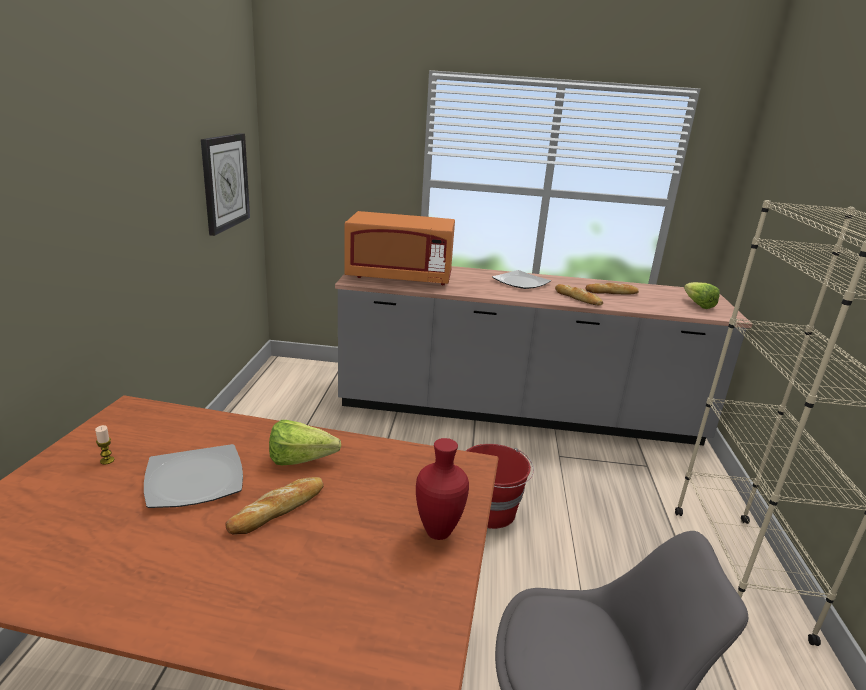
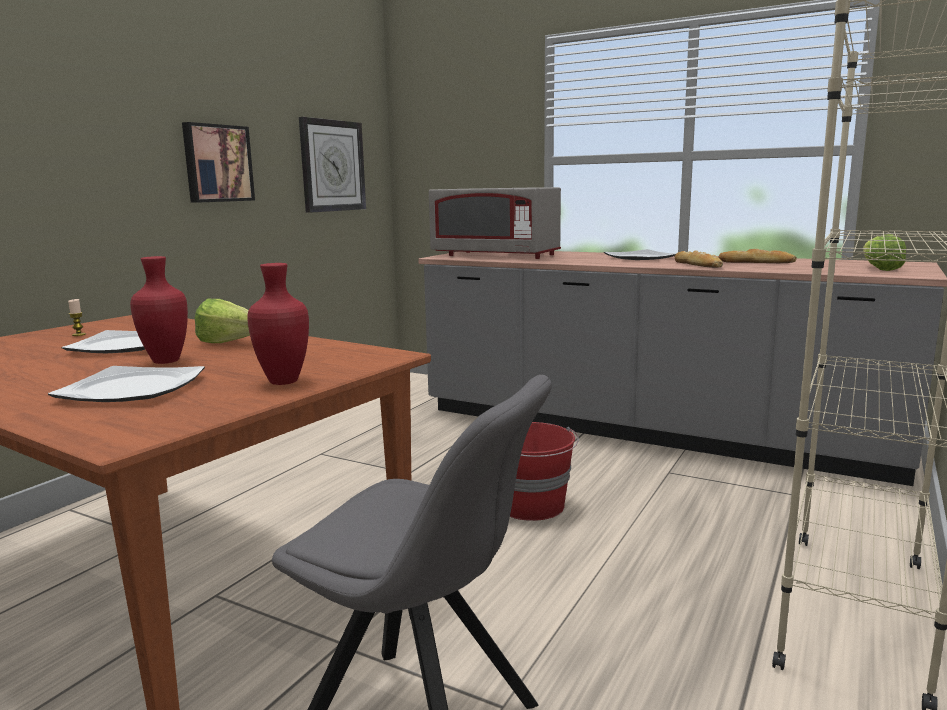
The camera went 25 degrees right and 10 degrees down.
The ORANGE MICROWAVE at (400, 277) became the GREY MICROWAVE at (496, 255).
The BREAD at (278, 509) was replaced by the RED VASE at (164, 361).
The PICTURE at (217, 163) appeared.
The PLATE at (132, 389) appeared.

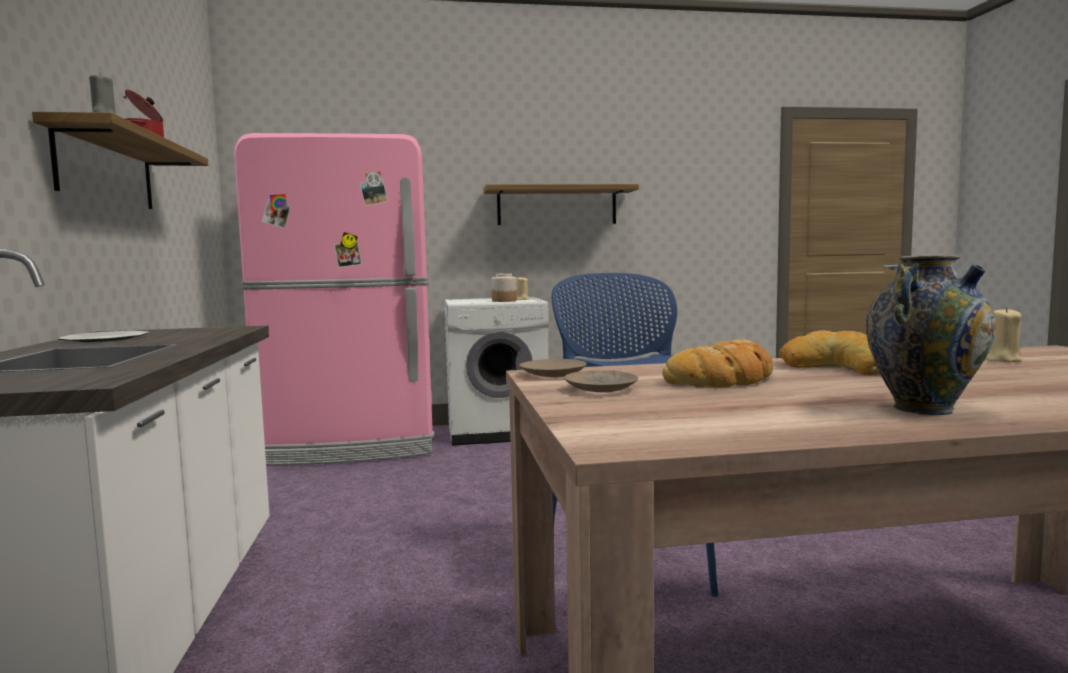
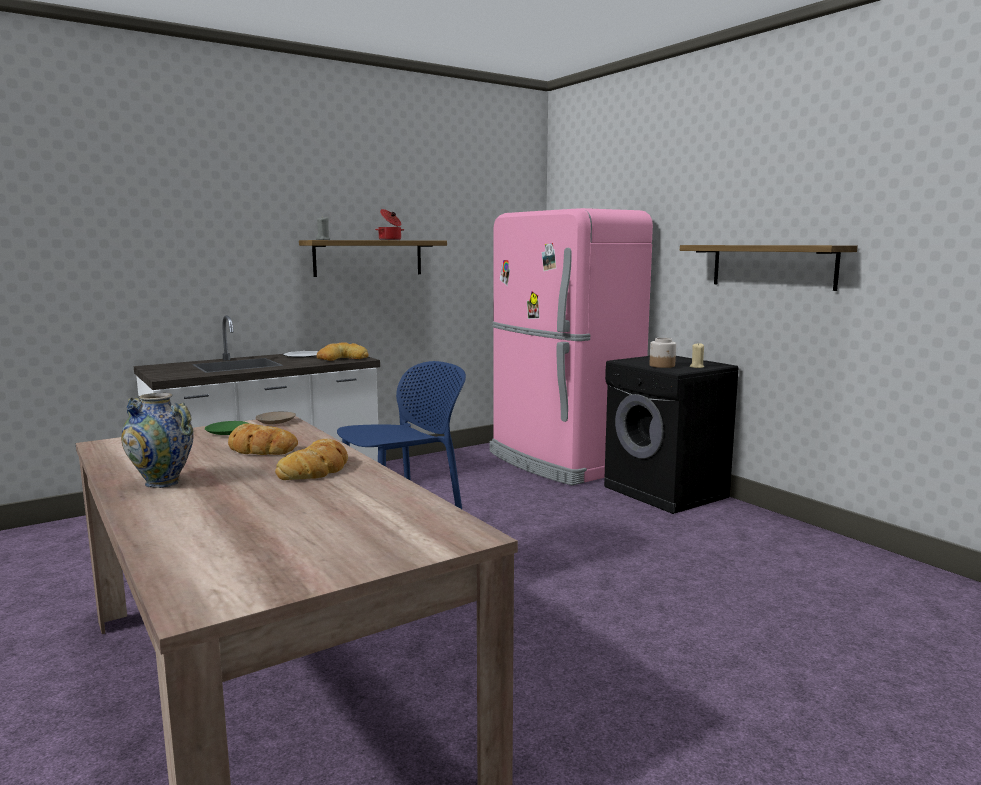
The camera went 65 degrees right and 5 degrees up.
The WHITE WASHING MACHINE at (497, 432) became the BLACK WASHING MACHINE at (663, 493).
The BEIGE CANDLE at (1003, 360) disappeared.
The BEIGE PLATE at (601, 389) became the GREEN PLATE at (228, 432).
The BREAD at (342, 358) appeared.

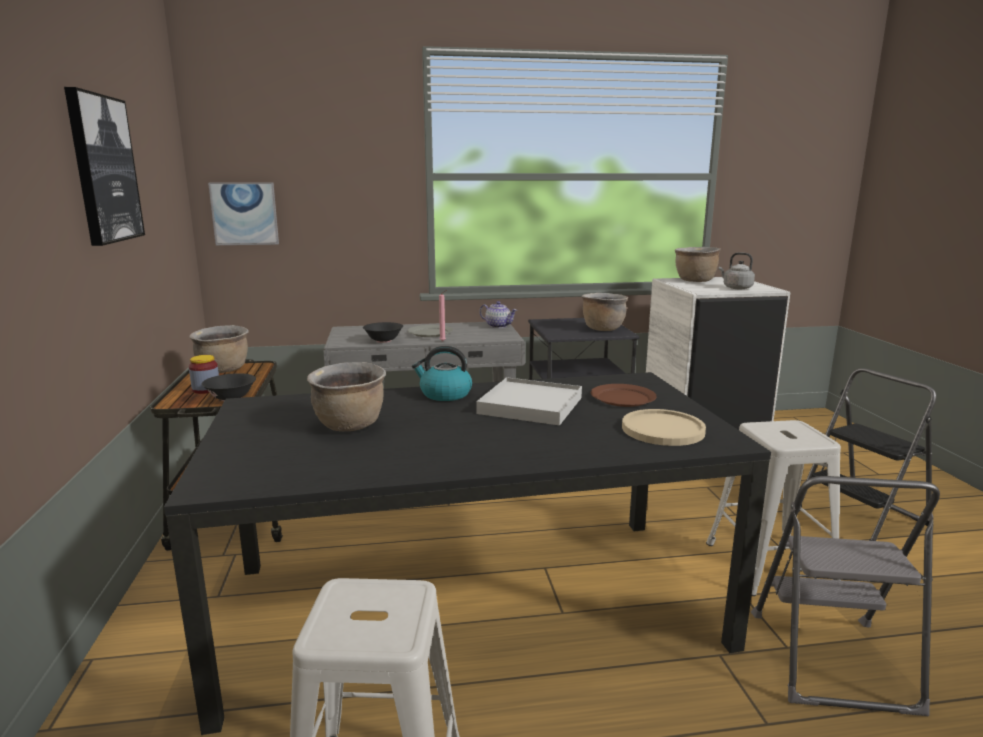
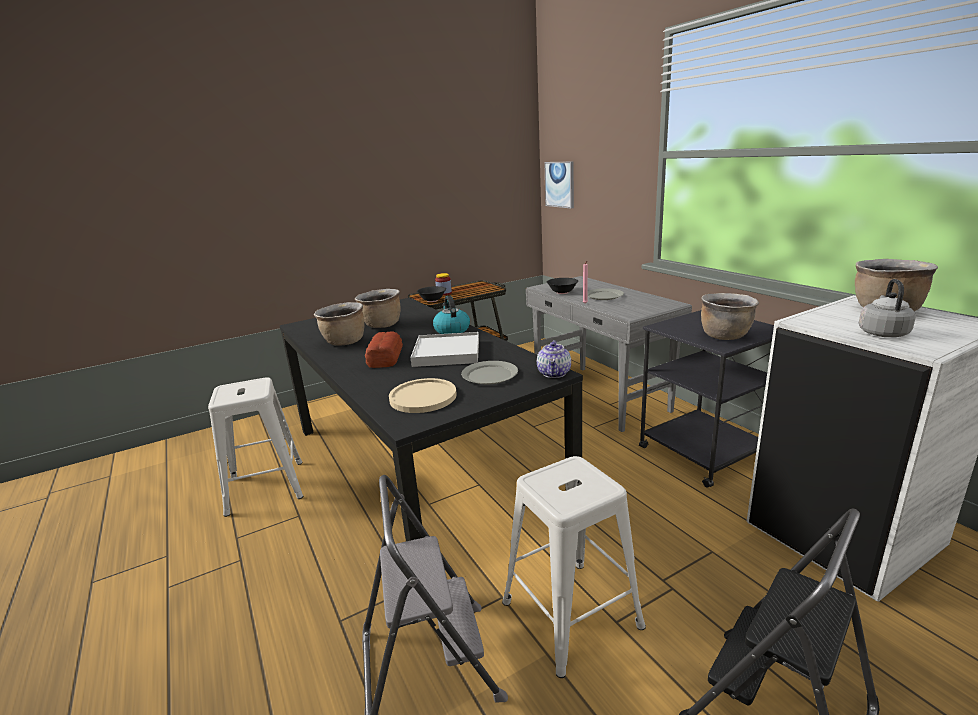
The camera went 70 degrees right and 5 degrees up.
The PICTURE at (104, 169) disappeared.
The TEAPOT moved from (498, 326) to (554, 373).
The BROWN COOKING POT moved from (224, 370) to (344, 342).
The BROWN PLATE at (623, 398) became the GREY PLATE at (489, 375).
The BREAD at (384, 358) appeared.

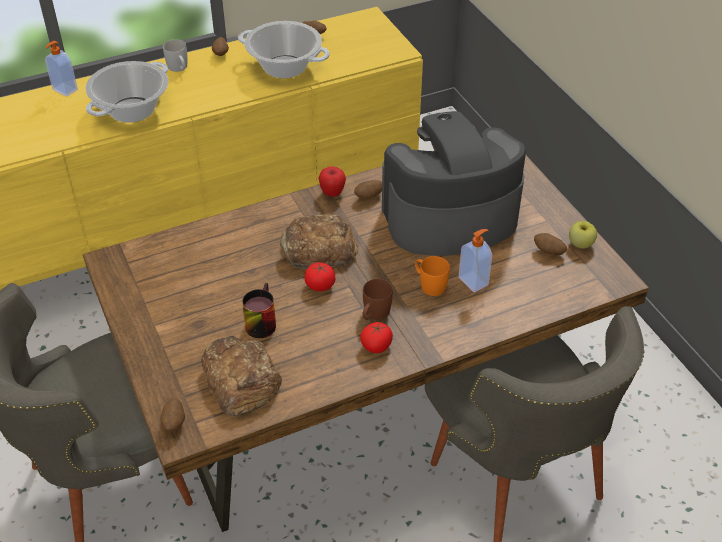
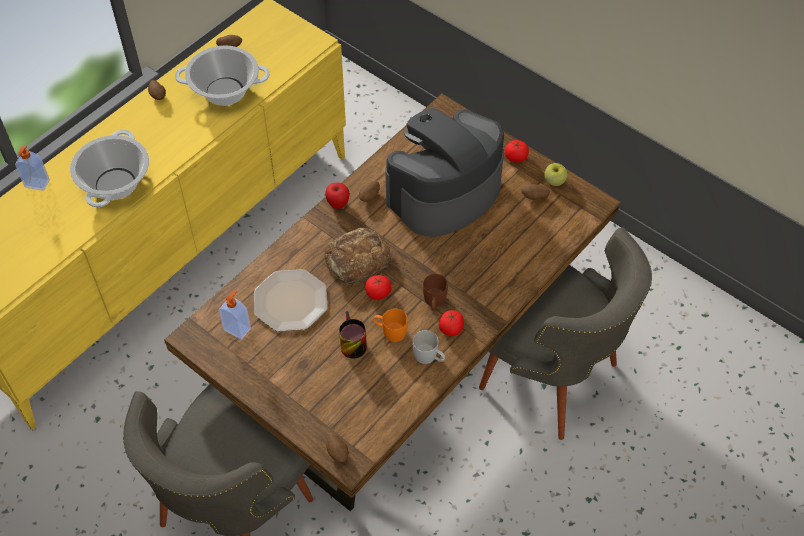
The camera went 25 degrees left and 10 degrees up.
The WHITE MUG moved from (179, 69) to (429, 357).
The SOAP DISPENSER moved from (474, 281) to (237, 328).
The ORANGE MUG moved from (429, 284) to (390, 331).
The BREAD at (241, 380) disappeared.
The TOMATO at (515, 157) appeared.
The PLATE at (290, 301) appeared.

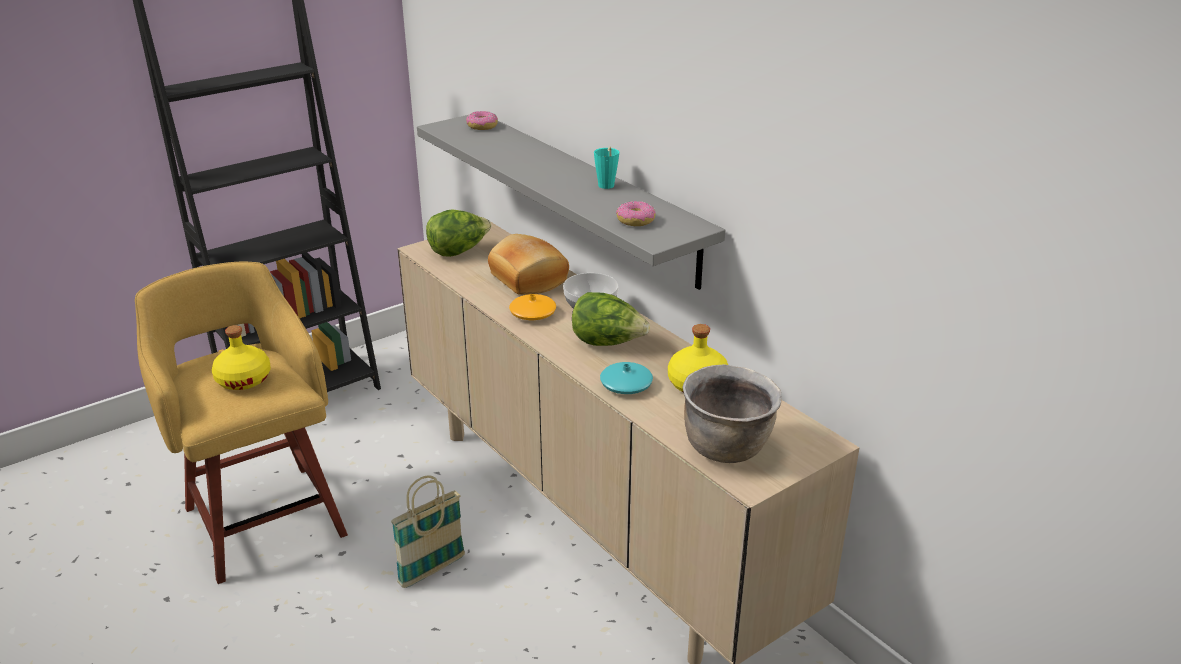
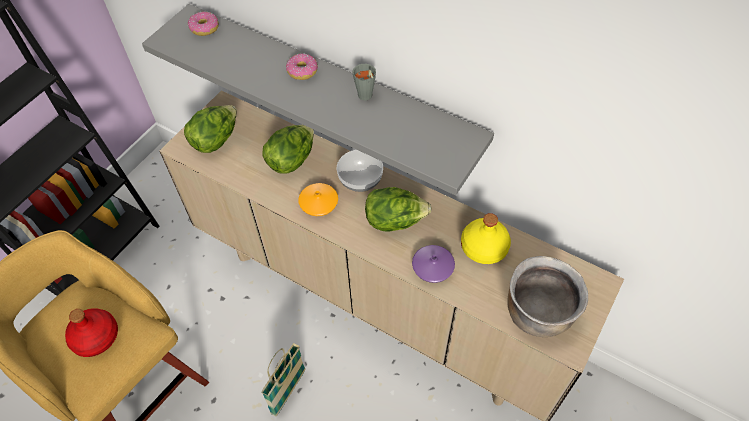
The camera went 20 degrees left and 25 degrees up.
The TURQUOISE CUP at (605, 187) became the GREY CUP at (365, 97).
The DONUT moved from (636, 221) to (302, 71).
The BREAD at (527, 279) was replaced by the LETTUCE at (292, 160).
The YELLOW BOTTLE at (244, 379) became the RED BOTTLE at (96, 337).
The TURQUOISE VASE at (626, 385) became the PURPLE VASE at (433, 267).

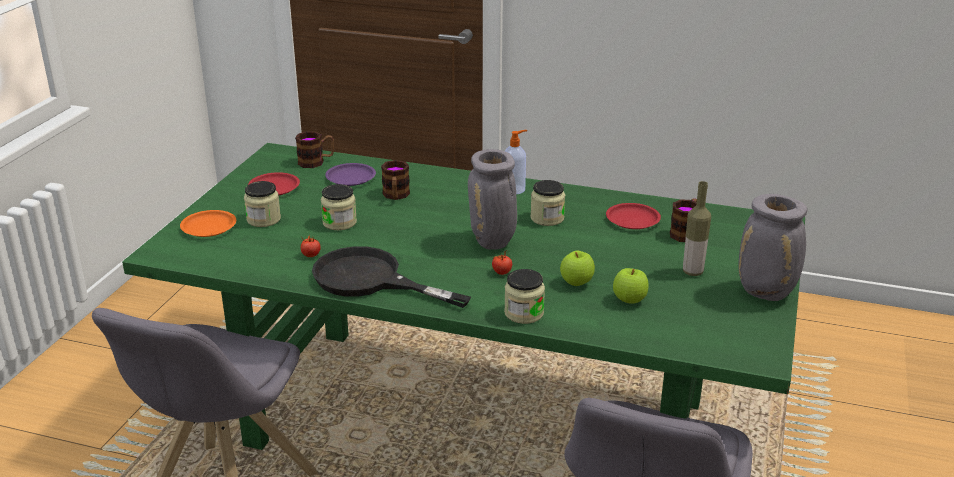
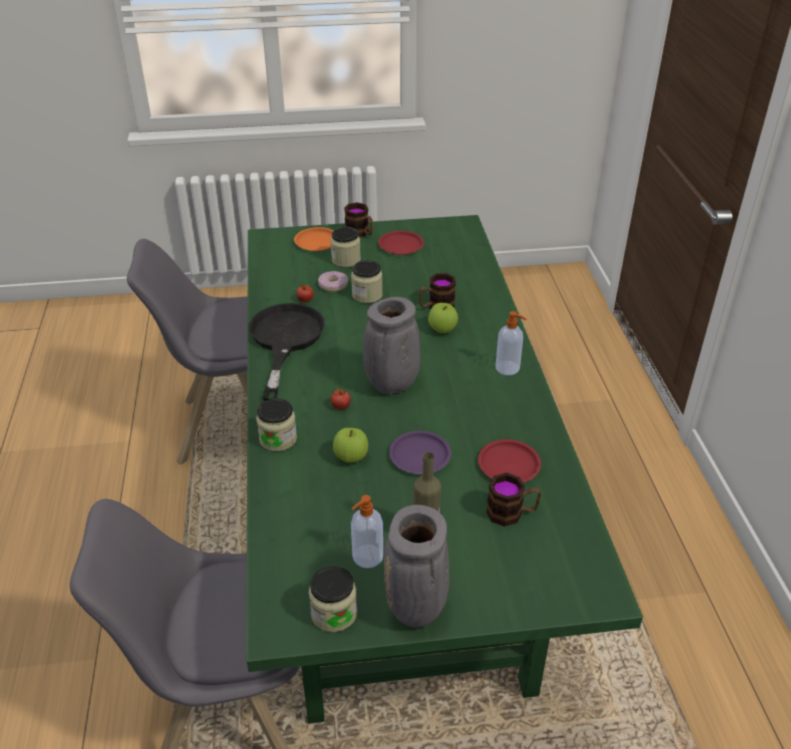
The camera went 65 degrees right and 10 degrees up.
The MUG moved from (316, 162) to (360, 233).
The PURPLE PLATE moved from (350, 178) to (419, 456).
The JAR moved from (547, 218) to (334, 613).
The APPLE moved from (629, 300) to (442, 330).
The DONUT at (333, 285) appeared.
The SOAP DISPENSER at (366, 557) appeared.

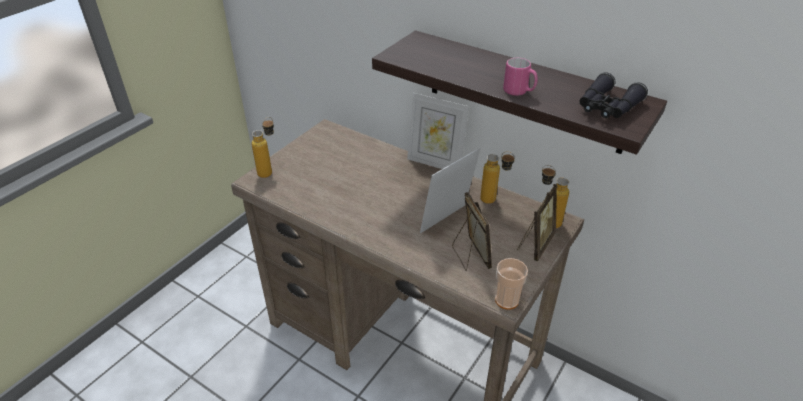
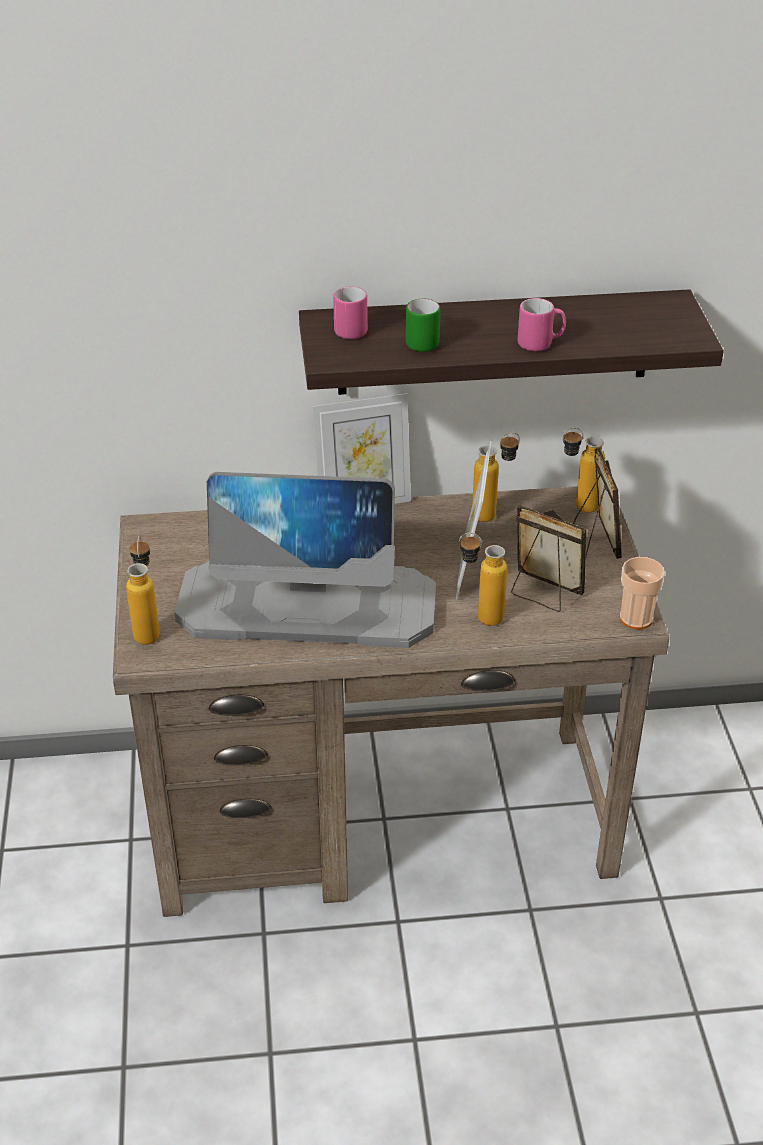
The camera went 40 degrees left and 0 degrees up.
The BLACK BINOCULARS at (607, 107) disappeared.
The PINK MUG at (349, 329) appeared.
The GREEN MUG at (419, 341) appeared.
The MONITOR at (309, 606) appeared.
The BOTTLE at (479, 617) appeared.

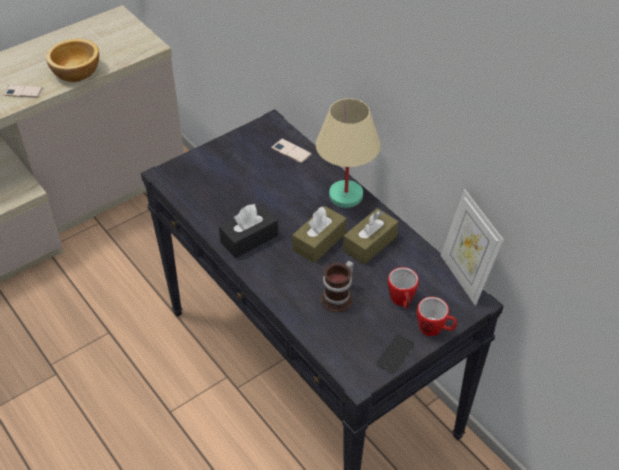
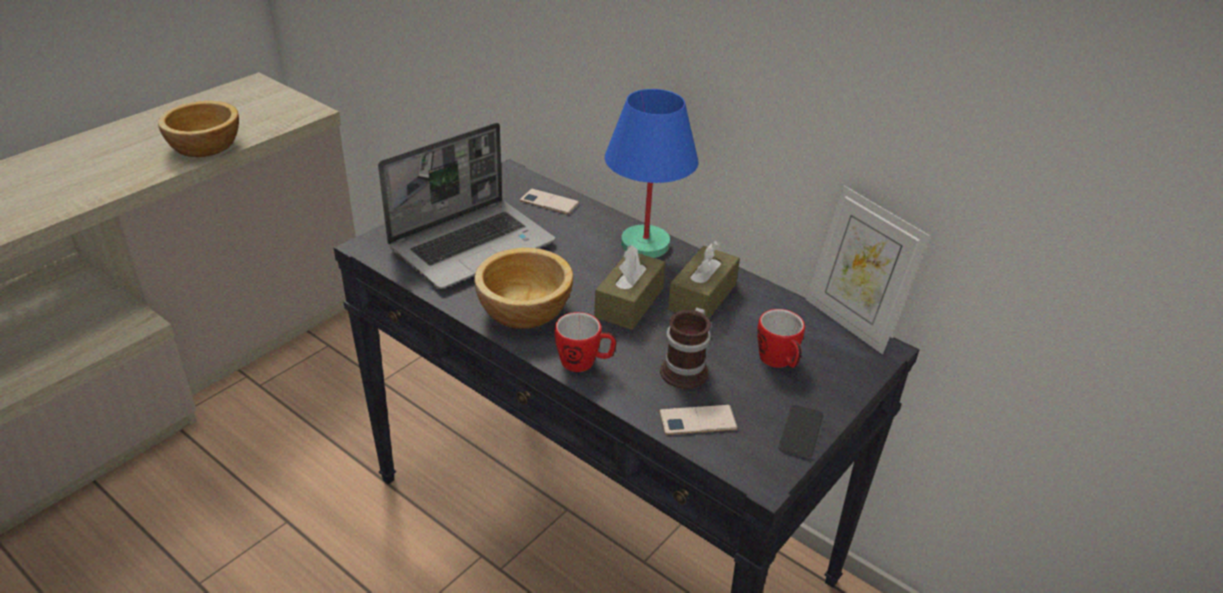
The camera went 15 degrees left and 10 degrees down.
The PHONE moved from (23, 92) to (698, 420).
The BEIGE TABLE LAMP at (345, 195) became the BLUE TABLE LAMP at (644, 245).
The BLACK TISSUE BOX at (249, 238) was replaced by the BOWL at (524, 310).
The MUG moved from (435, 329) to (585, 363).
The LAPTOP at (473, 244) appeared.

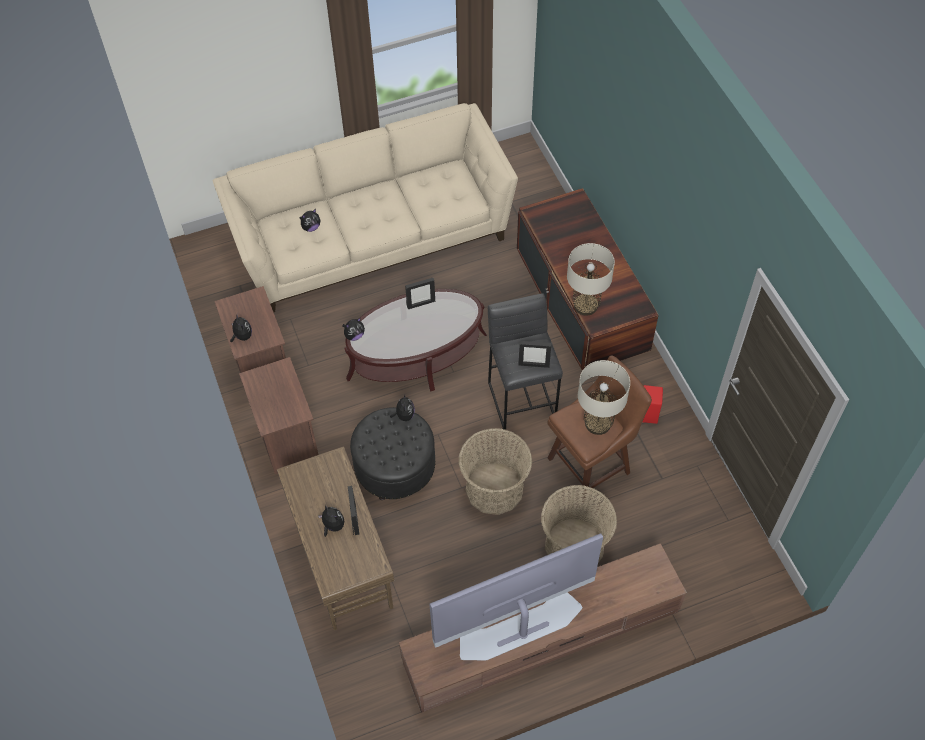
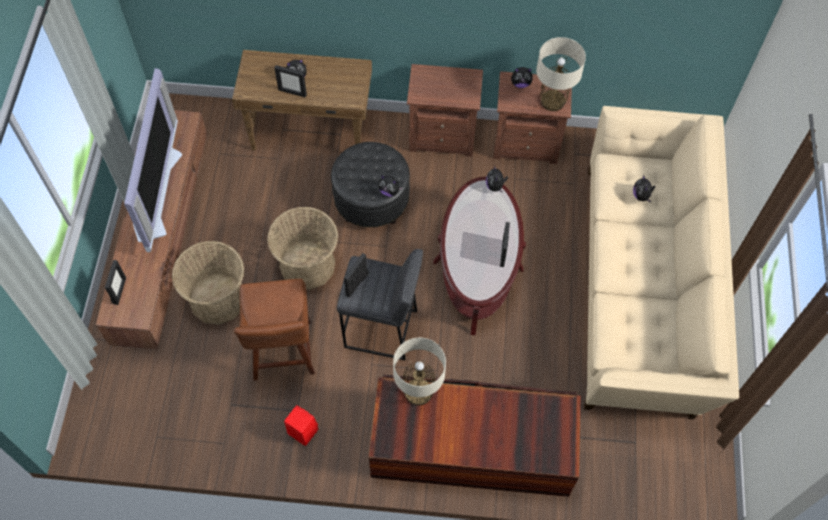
The camera went 115 degrees right and 5 degrees up.
The TABLE LAMP moved from (597, 423) to (552, 101).
The PICTURE FRAME at (119, 290) appeared.

